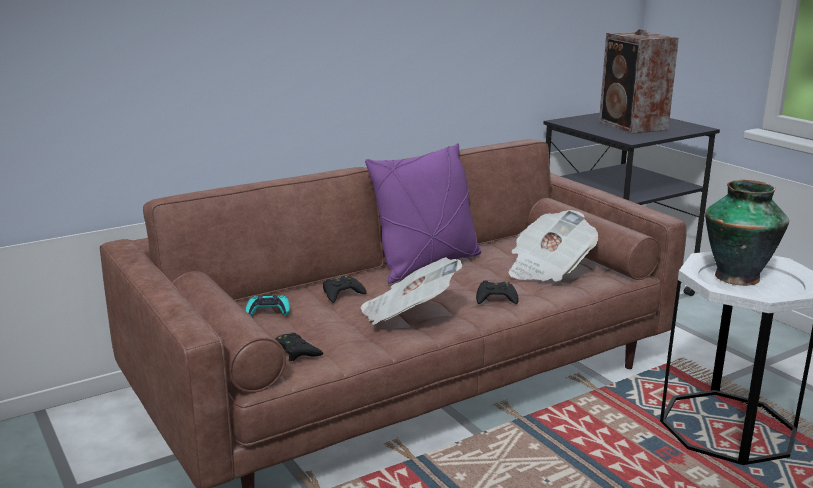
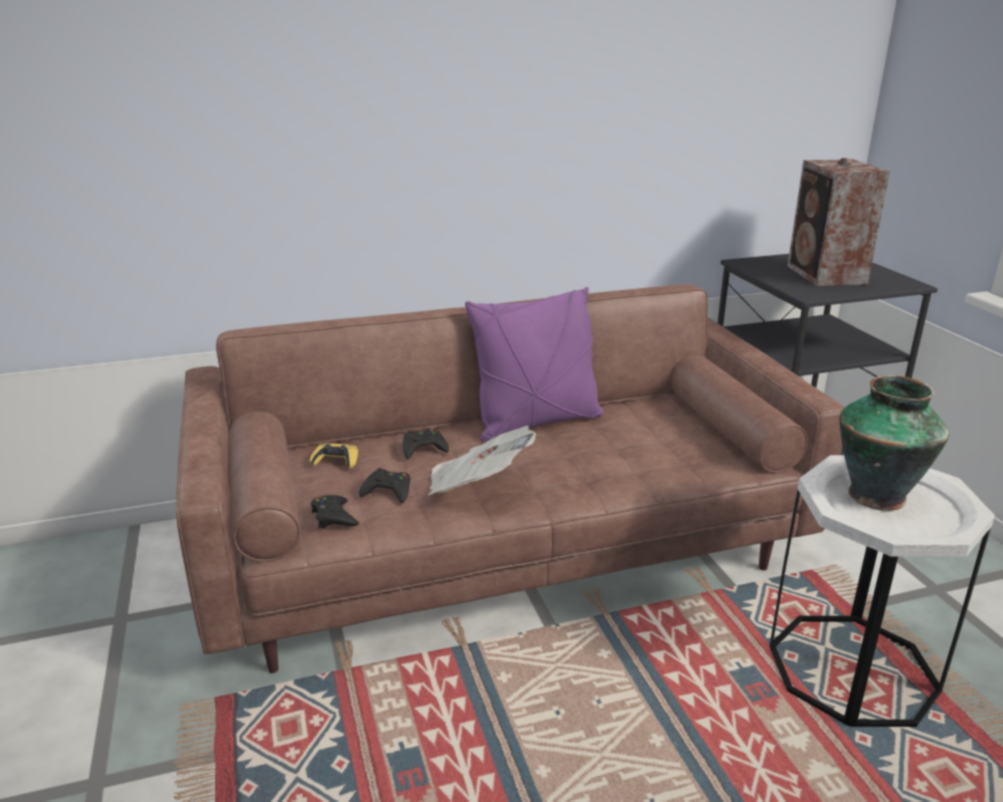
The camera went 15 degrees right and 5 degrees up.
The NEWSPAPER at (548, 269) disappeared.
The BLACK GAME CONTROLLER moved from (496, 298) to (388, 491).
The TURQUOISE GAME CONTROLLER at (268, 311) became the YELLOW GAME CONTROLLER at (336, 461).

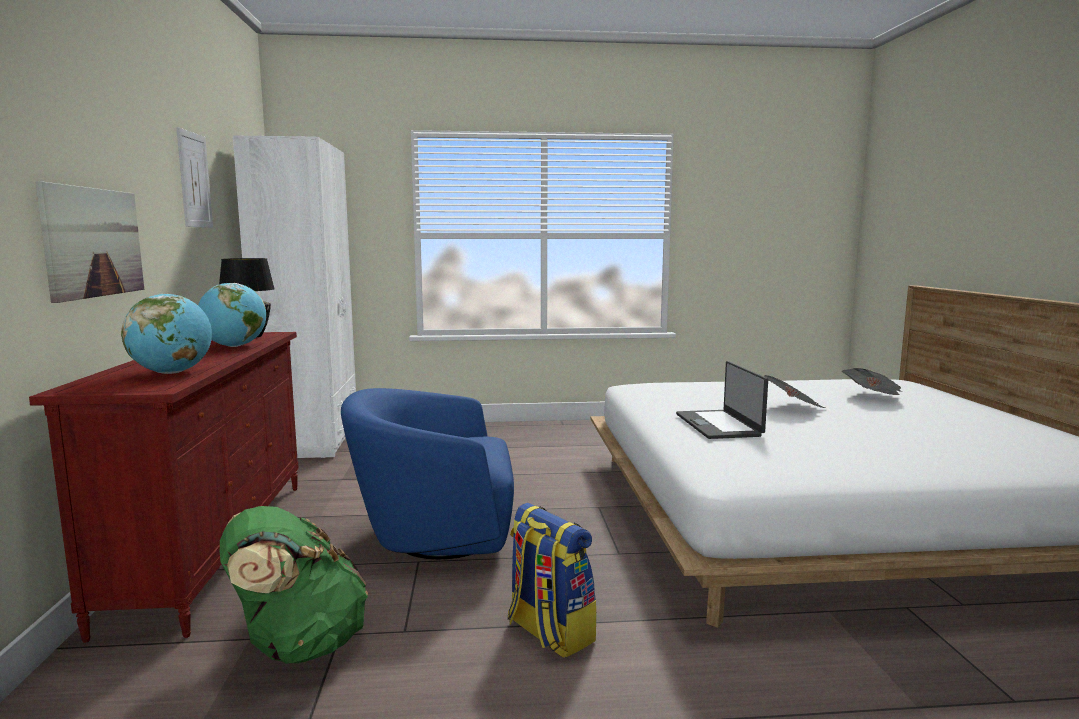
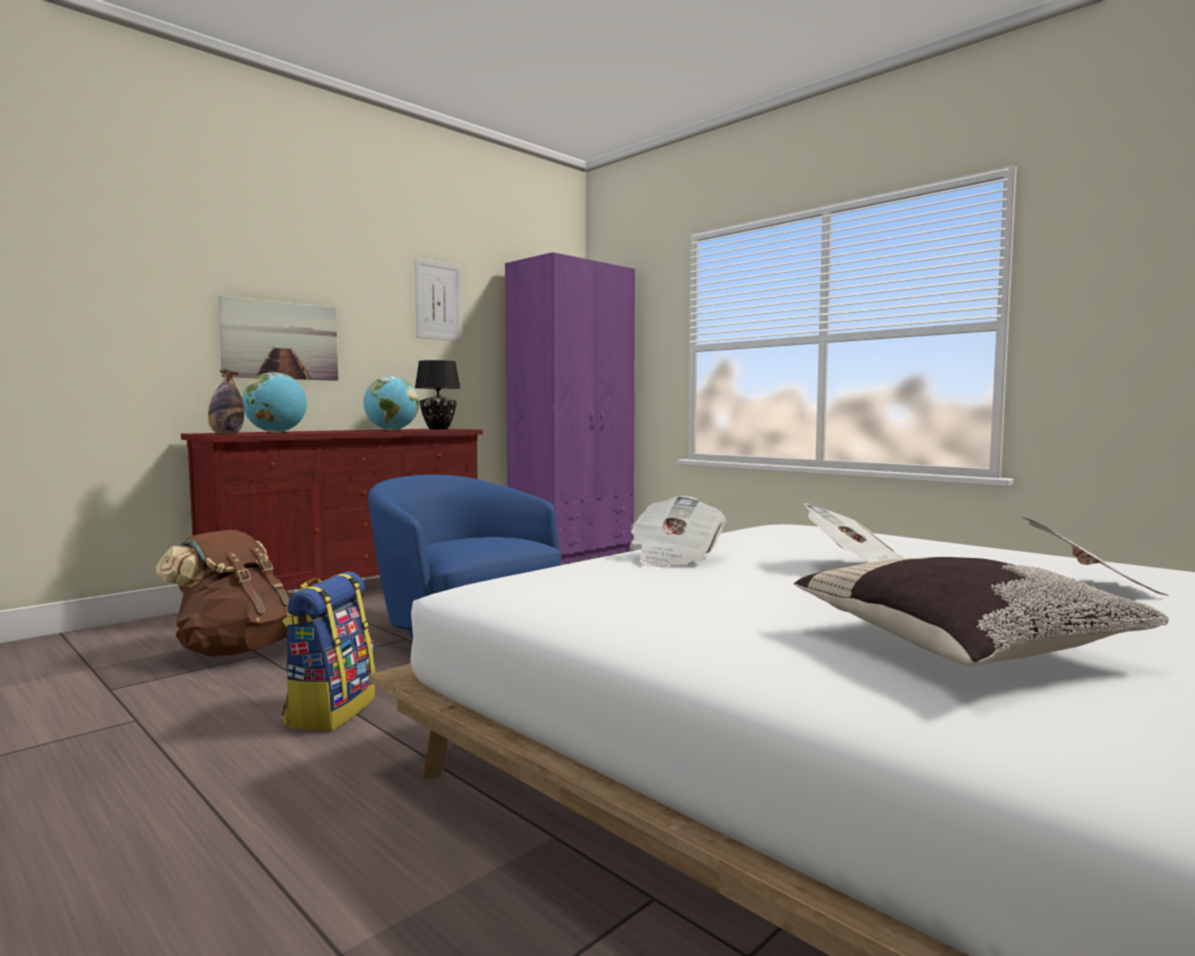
The camera went 50 degrees right and 5 degrees down.
The WHITE WARDROBE at (313, 441) became the PURPLE WARDROBE at (573, 553).
The LAPTOP at (719, 425) was replaced by the NEWSPAPER at (674, 558).
The GREEN BACKPACK at (298, 645) became the BROWN BACKPACK at (236, 650).
The BOTTLE at (226, 434) appeared.
The PILLOW at (962, 646) appeared.

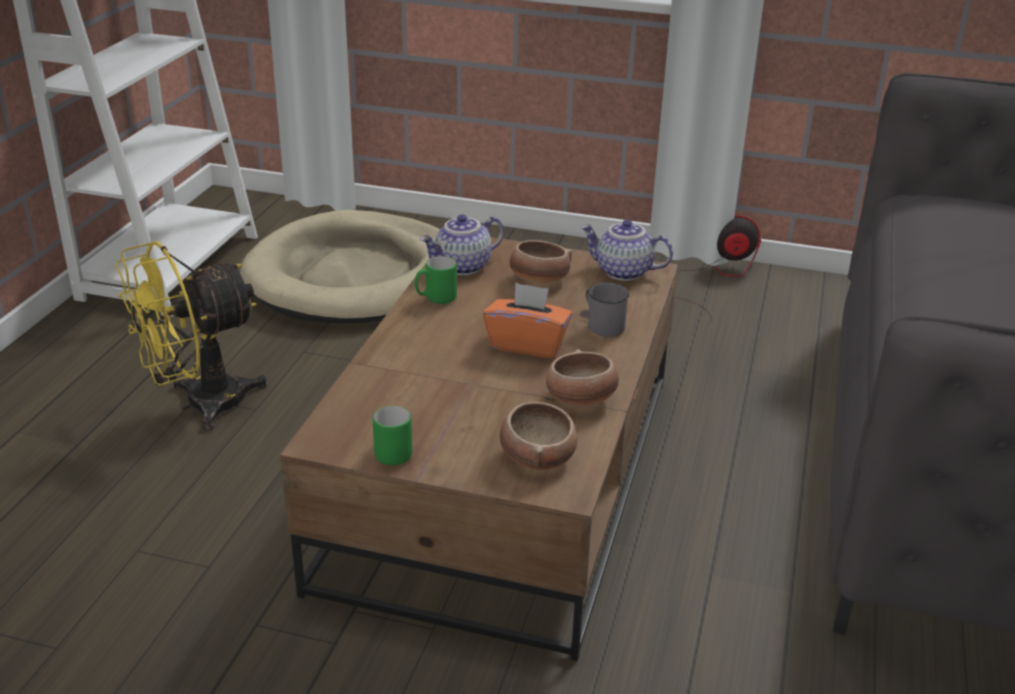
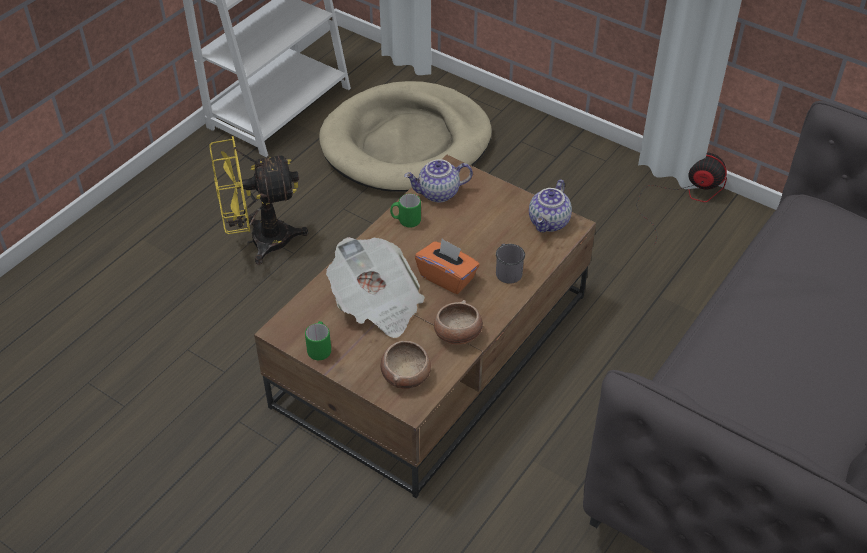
The camera went 20 degrees right and 15 degrees up.
The TEAPOT at (622, 272) turned 105 degrees counterclockwise.
The BOWL at (538, 280) disappeared.
The NEWSPAPER at (377, 304) appeared.

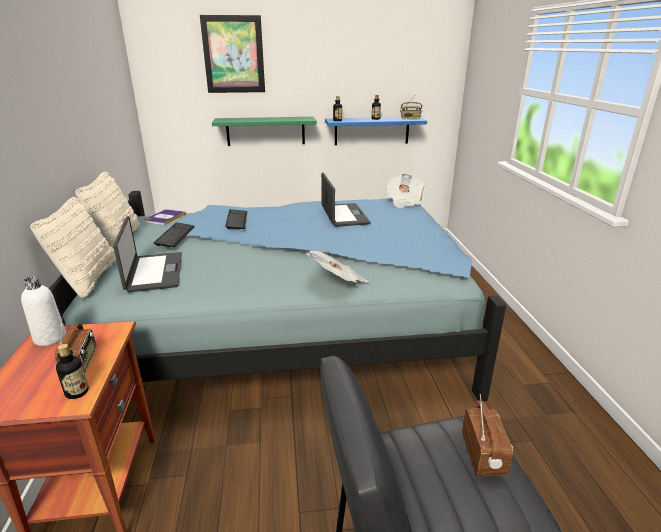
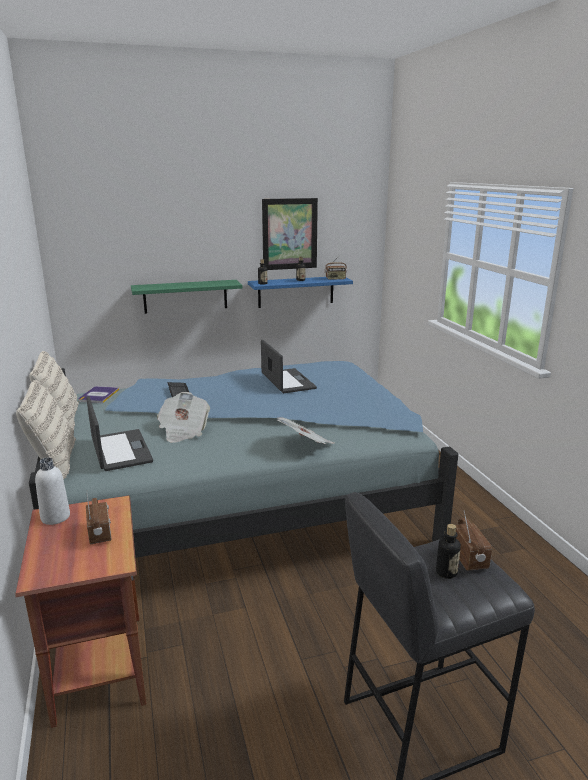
The camera went 10 degrees left and 5 degrees down.
The PICTURE moved from (233, 55) to (289, 234).
The NEWSPAPER moved from (404, 201) to (183, 431).
The KEYBOARD at (175, 236) disappeared.
The BOTTLE moved from (77, 392) to (446, 572).

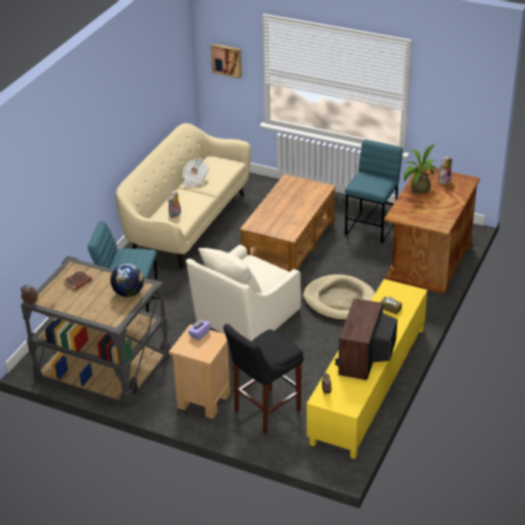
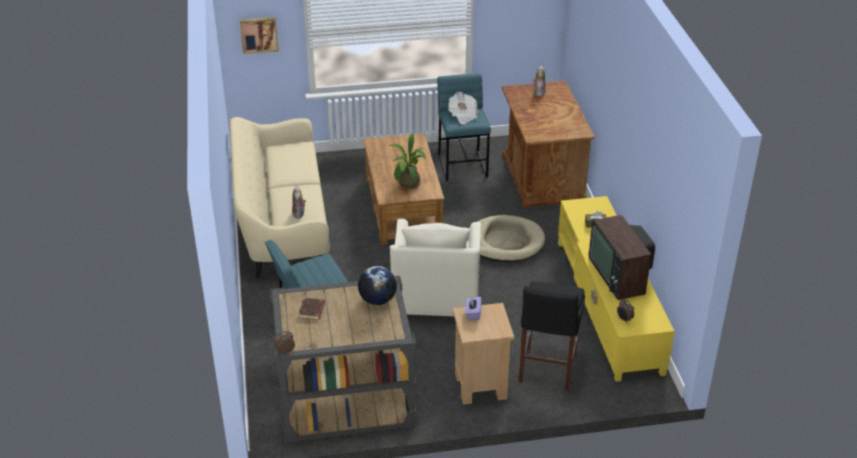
The camera went 35 degrees left and 0 degrees up.
The POTTED PLANT moved from (418, 190) to (408, 185).
The NEWSPAPER moved from (194, 179) to (463, 115).

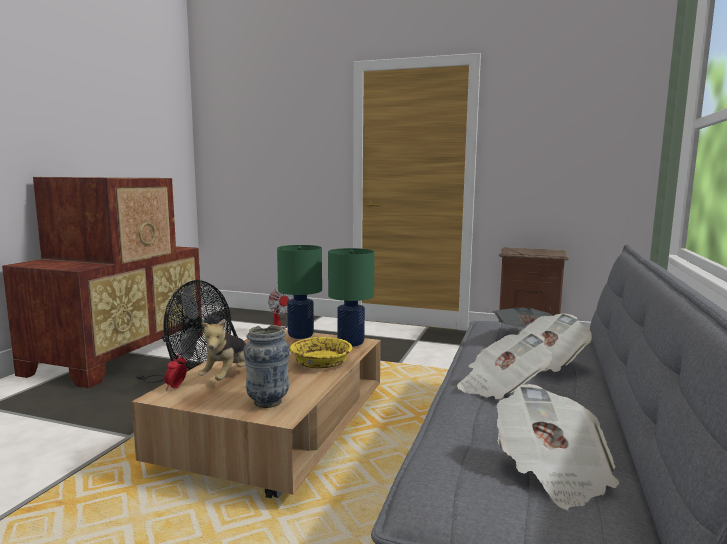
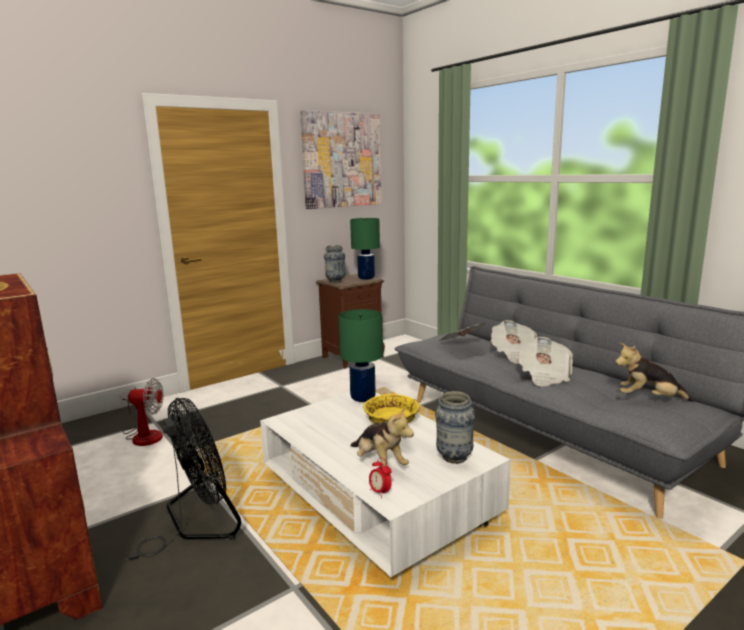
The camera went 55 degrees left and 5 degrees up.
The GREEN TABLE LAMP moved from (300, 337) to (366, 279).
The BROWN COFFEE TABLE at (278, 430) became the WHITE COFFEE TABLE at (376, 497).
The NEWSPAPER at (552, 472) was replaced by the PLUSH TOY at (649, 399).
The PICTURE at (341, 160) appeared.
The VASE at (335, 281) appeared.

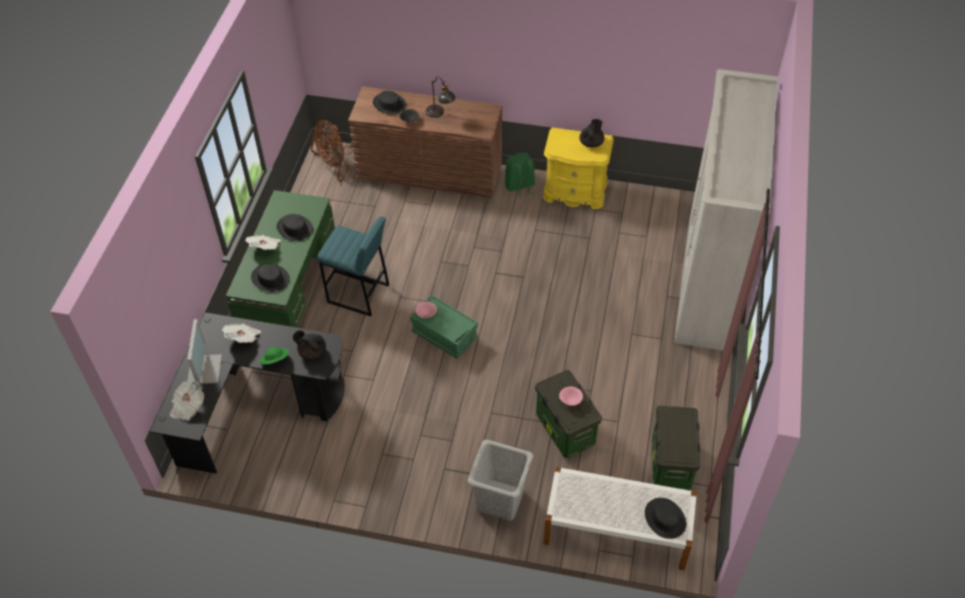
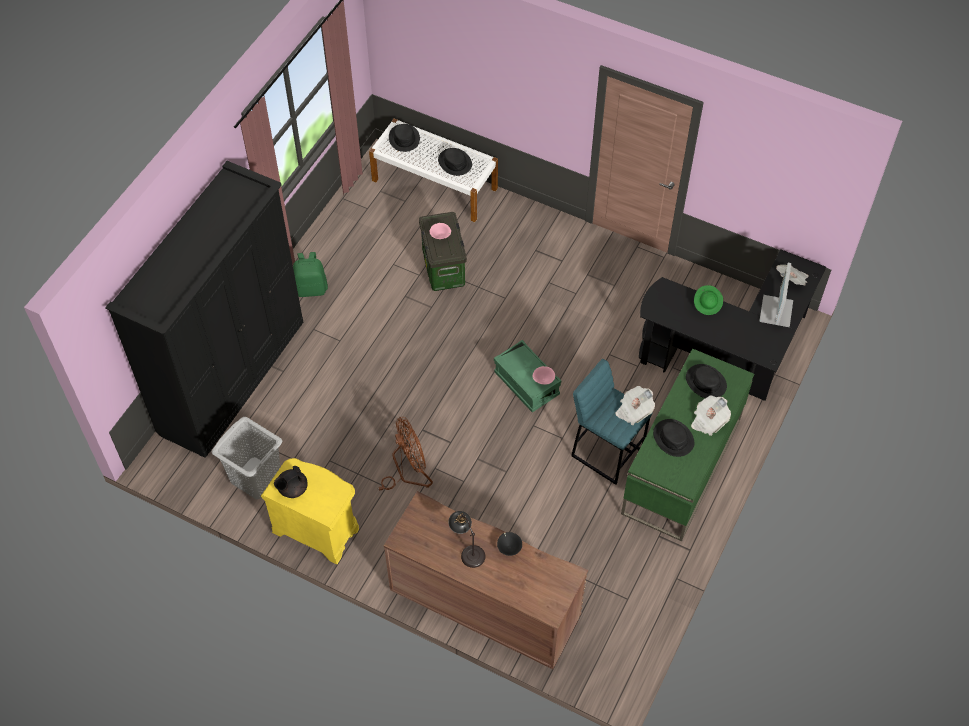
The camera went 165 degrees left and 5 degrees up.
The WHITE WARDROBE at (707, 282) became the BLACK WARDROBE at (233, 376).
The BLACK HAT moved from (389, 104) to (455, 162).
The BROWN FAN moved from (335, 162) to (407, 467).
The GREEN BACKPACK moved from (519, 186) to (311, 288).
The NEWSPAPER moved from (243, 338) to (633, 410).
The BLACK TEAPOT at (312, 352) disappeared.
The STORAGE BOX at (671, 464) disappeared.
The GREY LAUNDRY BASKET moved from (500, 500) to (255, 477).

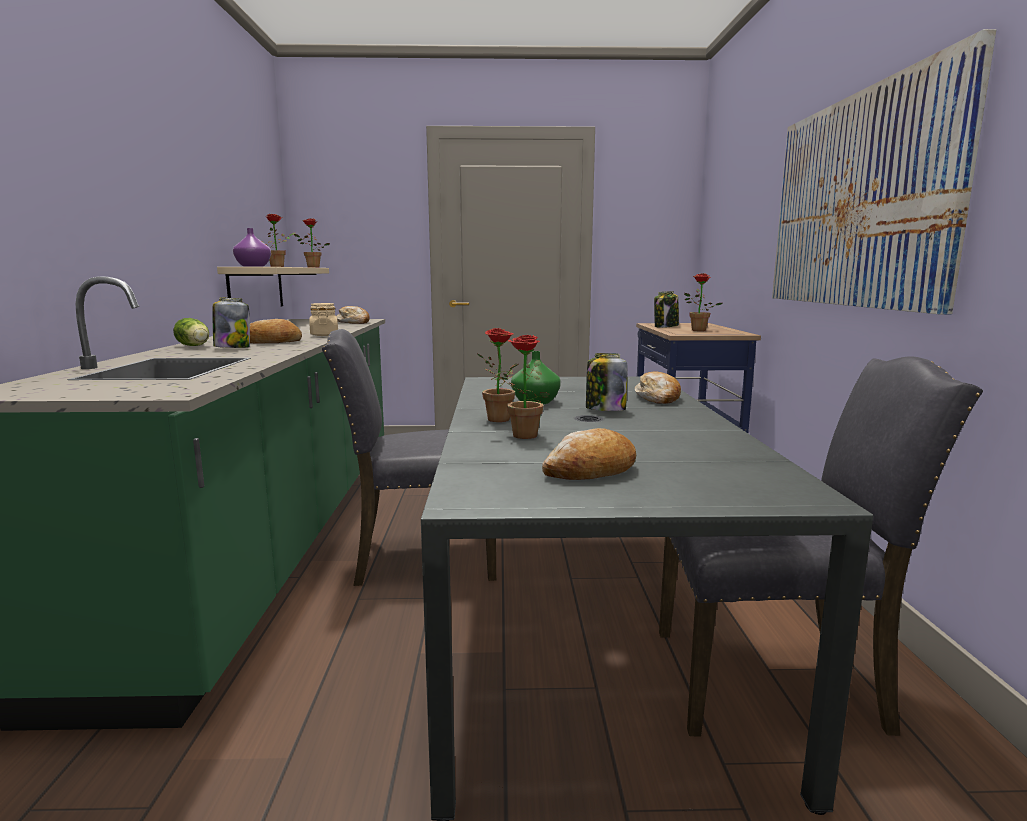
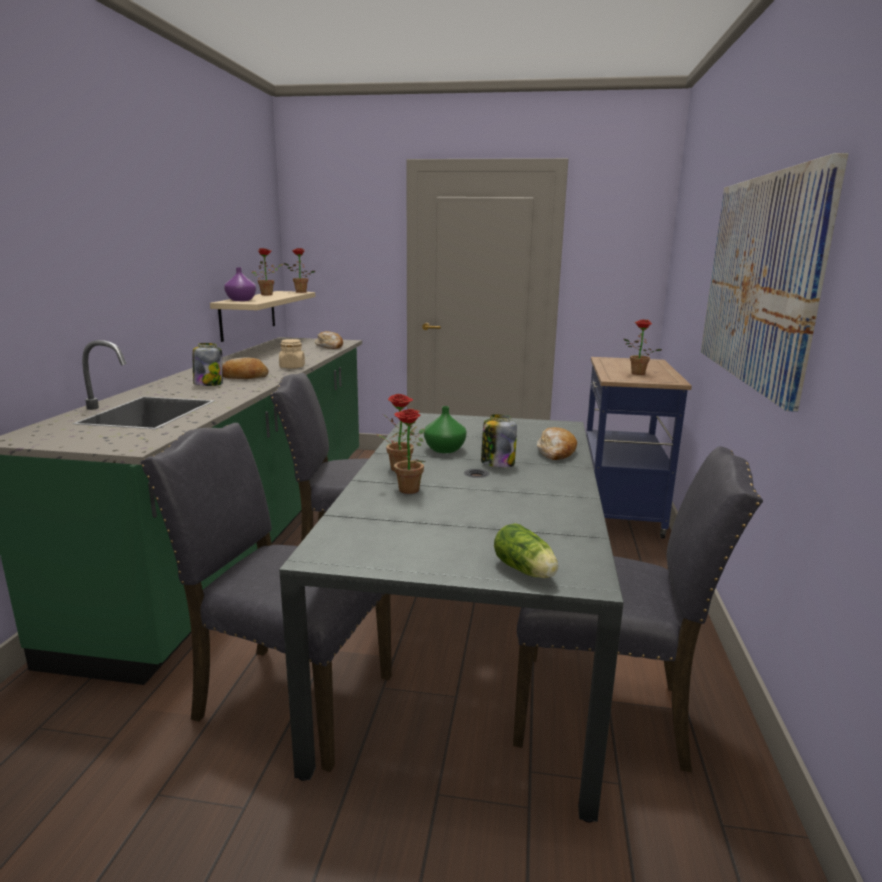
The camera went 10 degrees right and 5 degrees up.
The JAR at (666, 326) disappeared.
The LETTUCE moved from (194, 346) to (526, 571).
The BREAD at (591, 471) disappeared.
The GREY CHAIR at (288, 698) appeared.

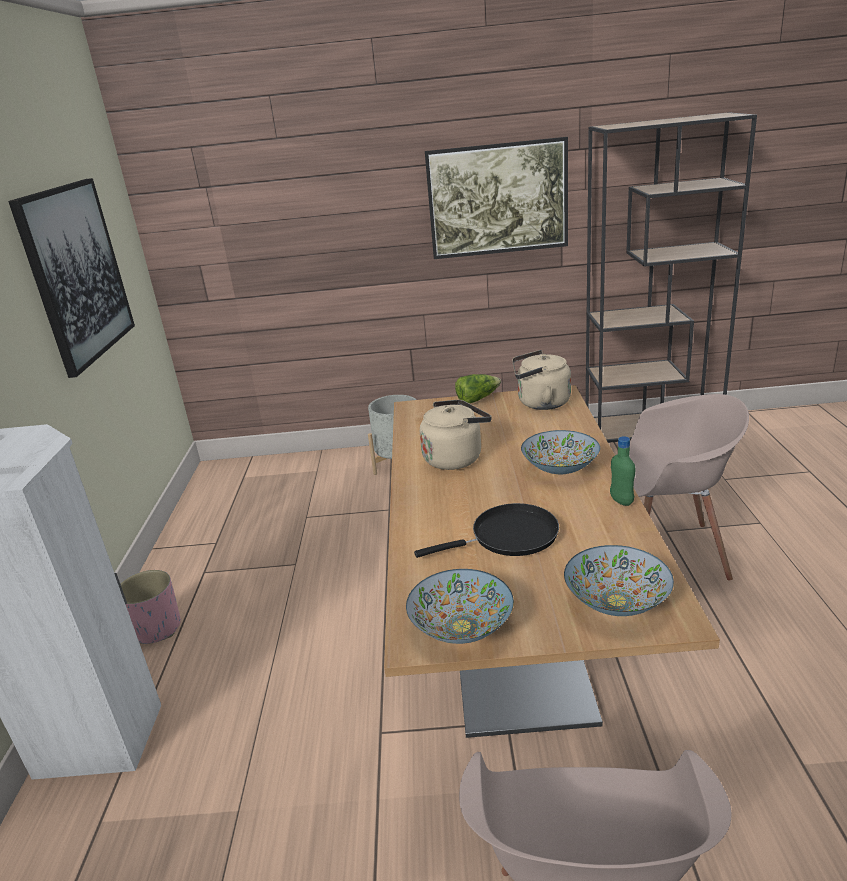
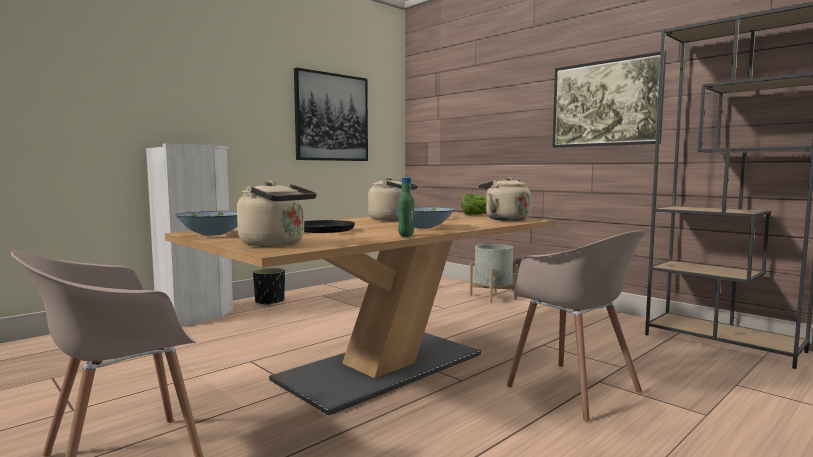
The camera went 45 degrees right and 20 degrees down.
The BOWL at (617, 602) was replaced by the BEIGE KETTLE at (276, 244).
The PINK PLANTER at (156, 628) became the BLACK PLANTER at (270, 301).

